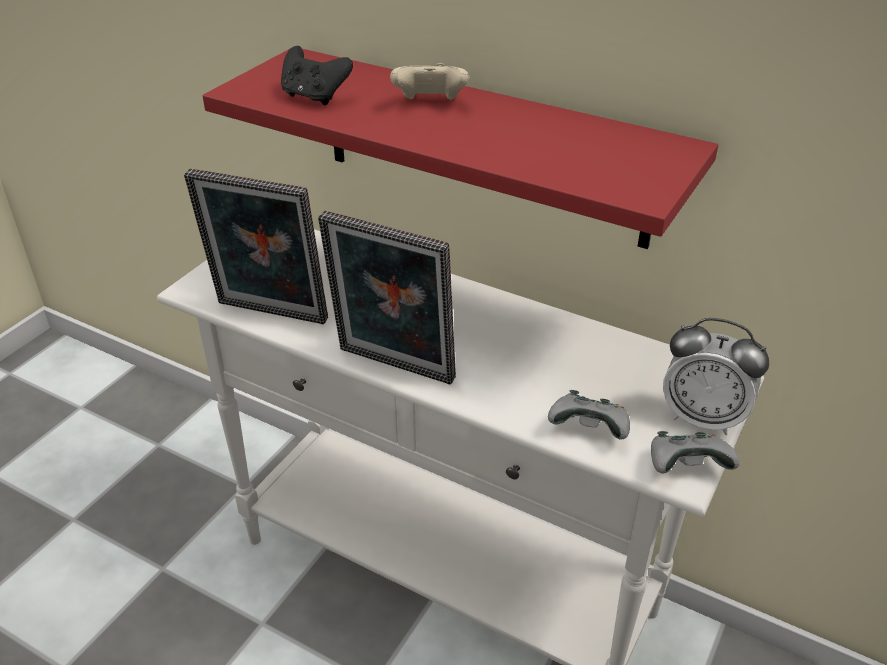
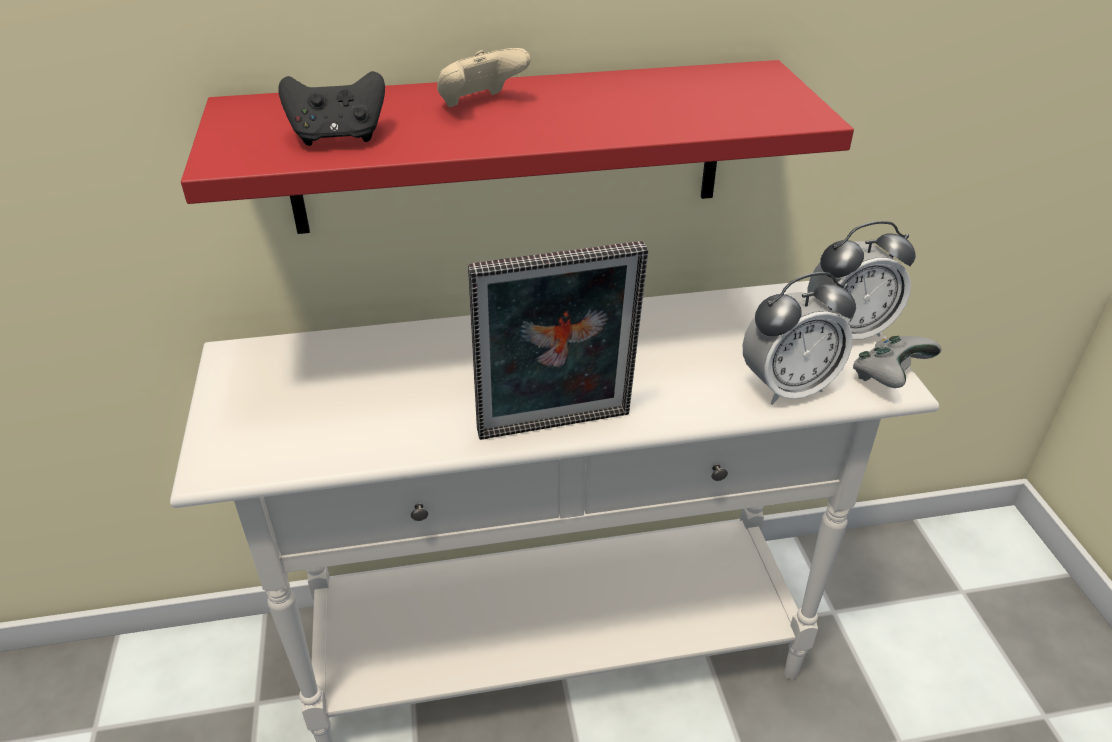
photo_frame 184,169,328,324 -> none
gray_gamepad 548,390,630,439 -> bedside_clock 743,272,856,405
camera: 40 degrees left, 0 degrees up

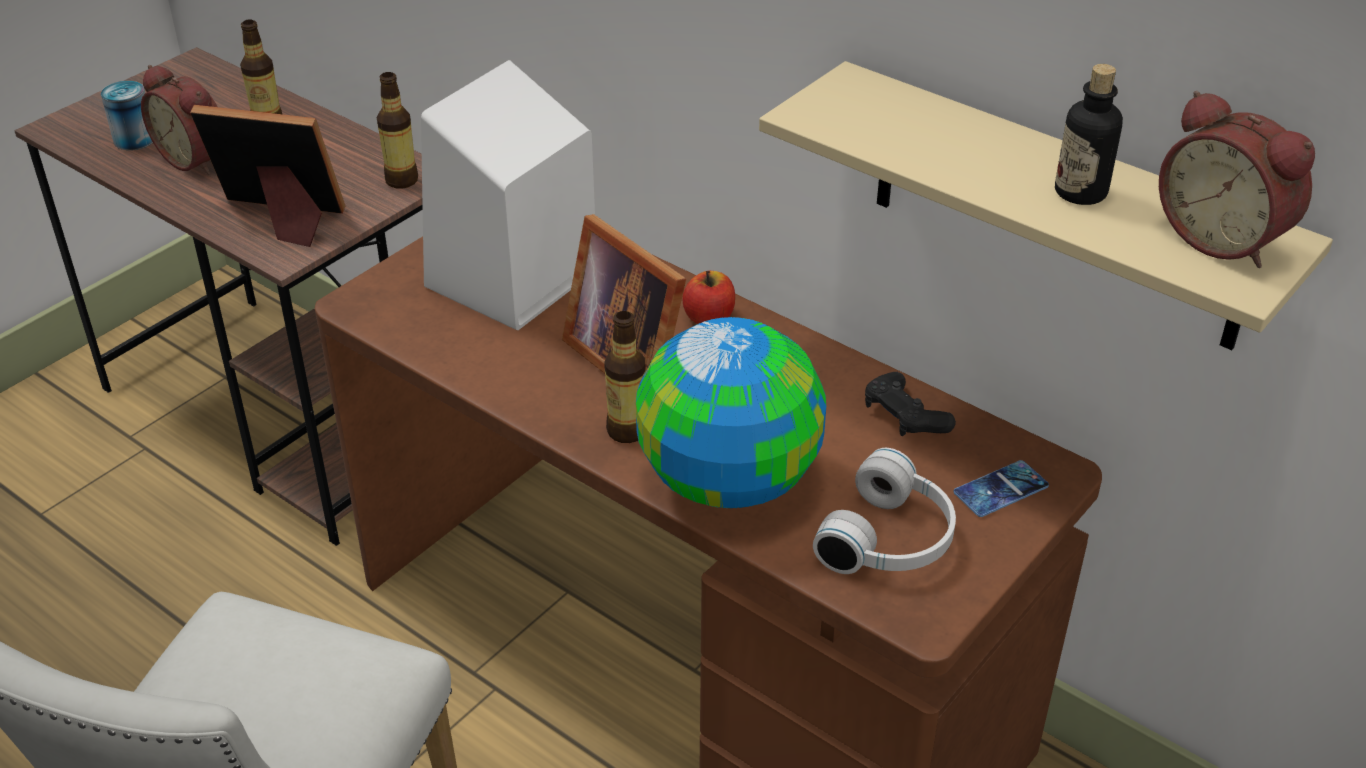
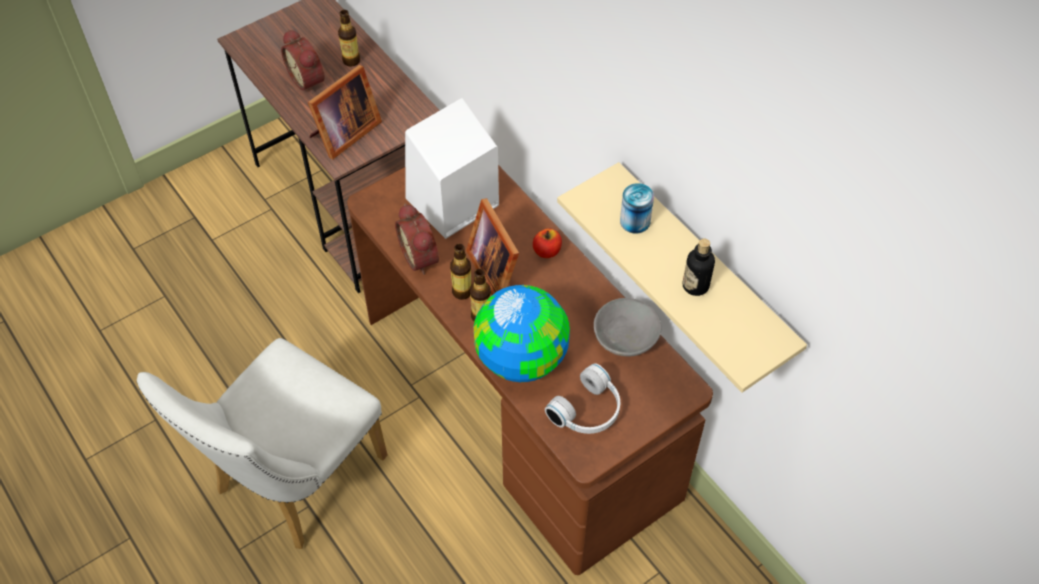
handset 954,460,1049,517 -> none
can 101,81,153,150 -> can 620,183,654,234, moved
beverage_bottle 377,72,418,189 -> beverage_bottle 450,244,472,300, moved
bedside_clock 1159,91,1315,268 -> bedside_clock 395,204,439,275, moved
blackish_gamepad 865,372,956,436 -> gray_serving_bowl 594,298,661,356
photo_frame 190,105,346,247 -> photo_frame 308,65,382,159, 105 degrees clockwise
camera: 15 degrees right, 15 degrees up

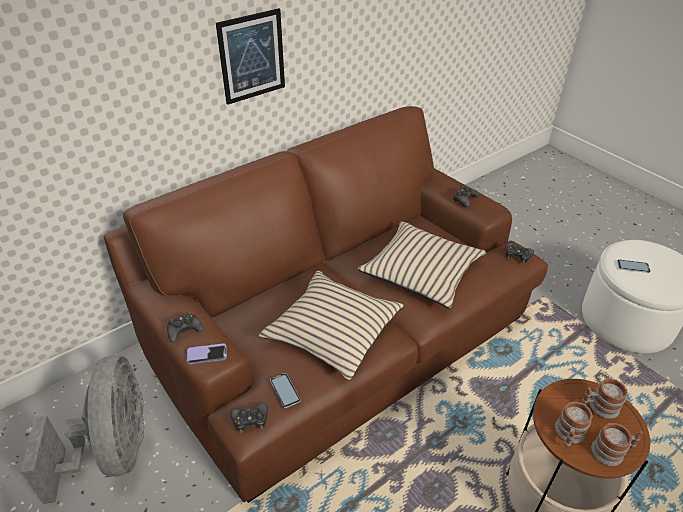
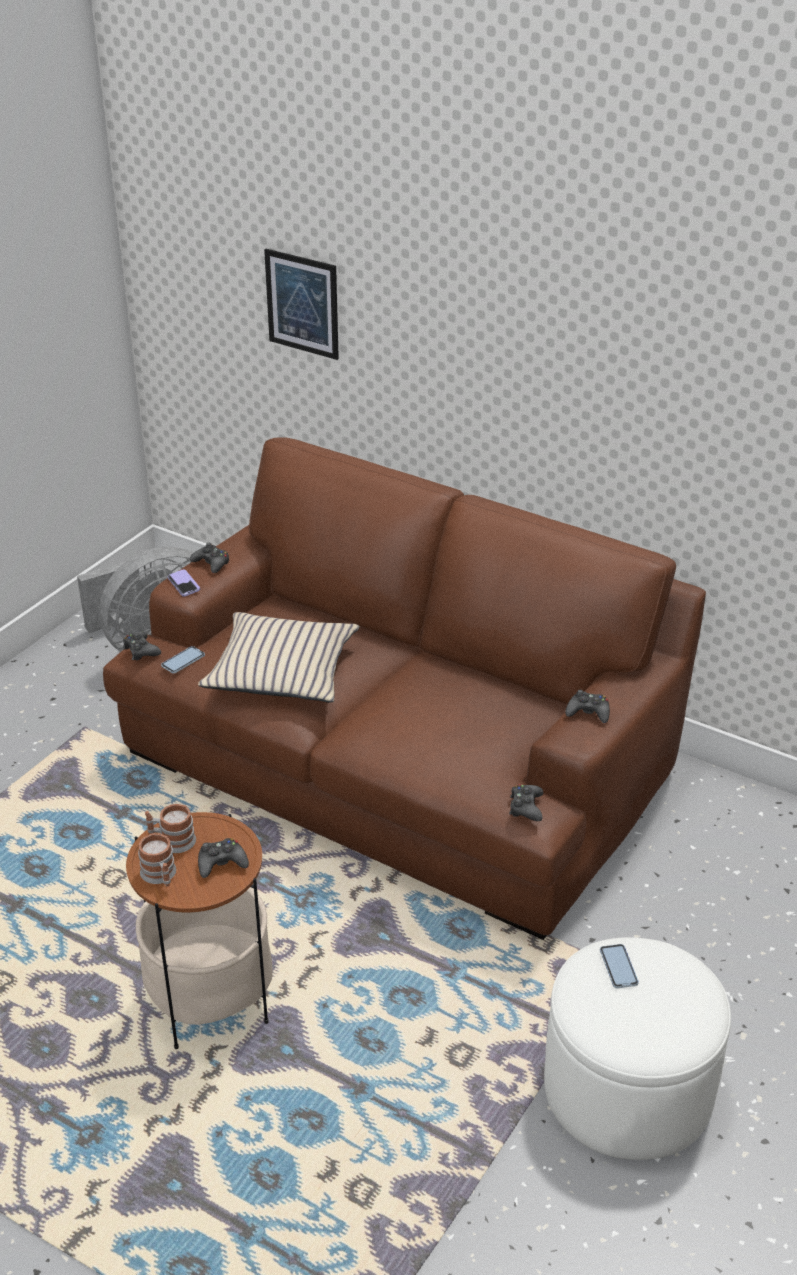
beige_throw_pillow 358,221,486,309 -> none
wall_art 216,8,285,105 -> wall_art 264,249,339,360, moved
tea_mug 582,378,628,419 -> blackish_gamepad 198,838,249,878
camera: 70 degrees right, 5 degrees down

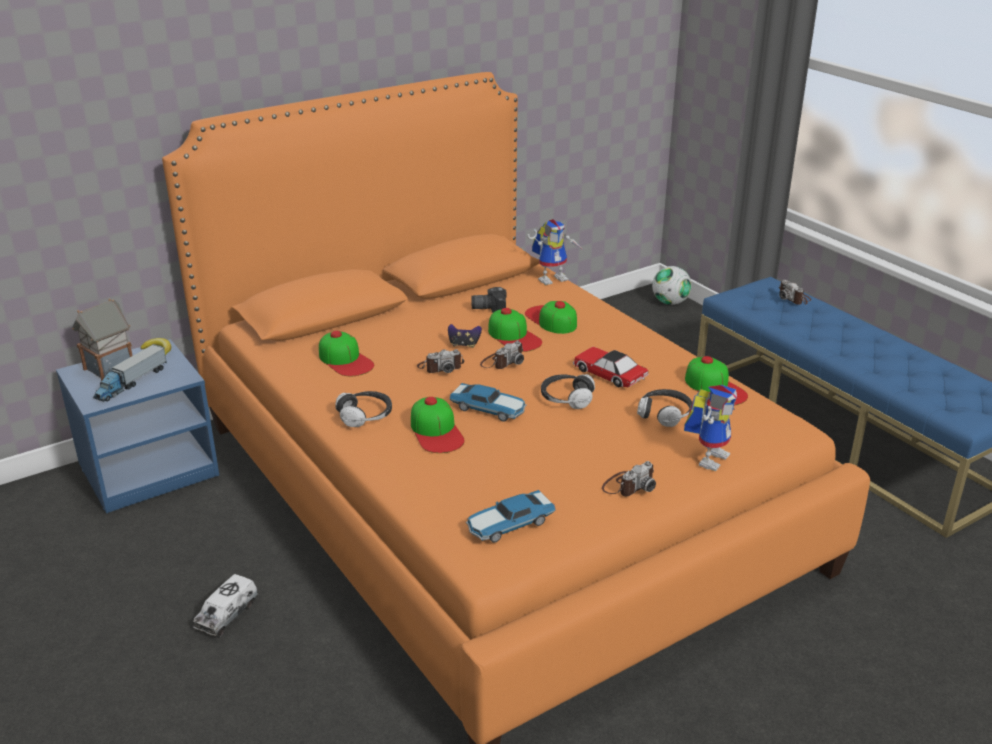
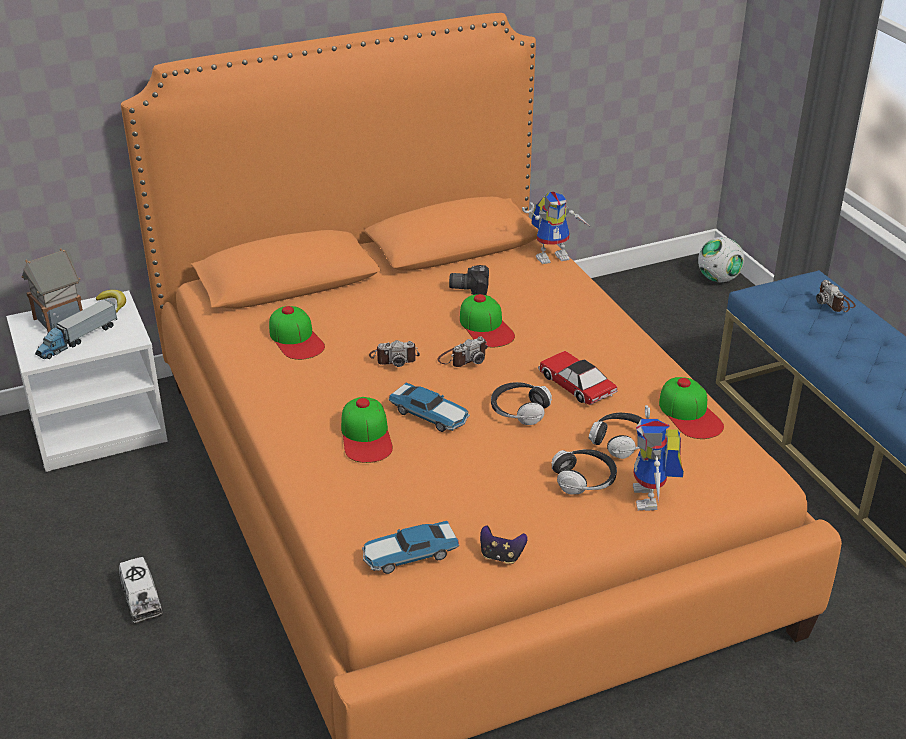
peaked_cap 525,301,577,334 -> none
photo_camera 602,461,656,496 -> none
headphones 335,391,392,427 -> headphones 551,449,617,494, moved
gamepad 448,324,482,348 -> gamepad 480,525,528,564, moved
bluish_night_table 56,339,219,514 -> whitish_night_table 6,291,168,472
model_truck 193,574,258,638 -> model_truck 119,557,163,624, 60 degrees counterclockwise
toy_robot 684,385,737,471 -> toy_robot 633,405,684,511, 135 degrees clockwise
camera: 10 degrees right, 5 degrees up

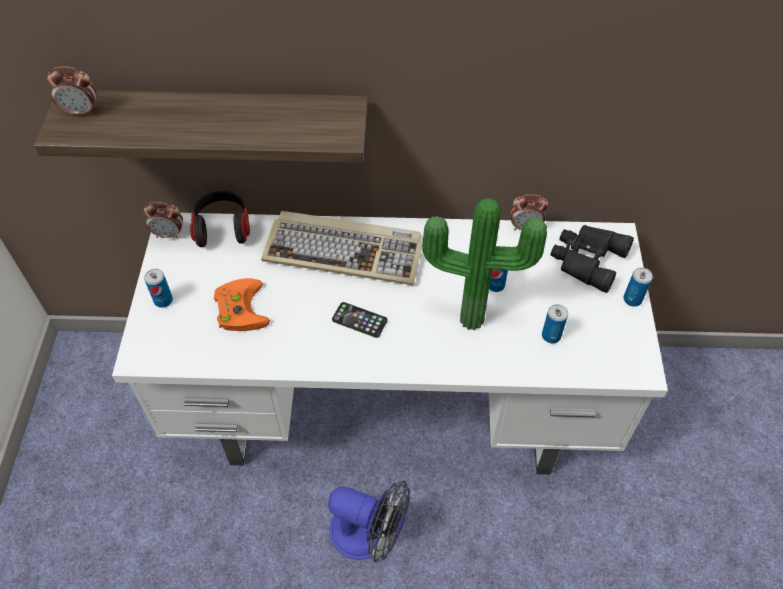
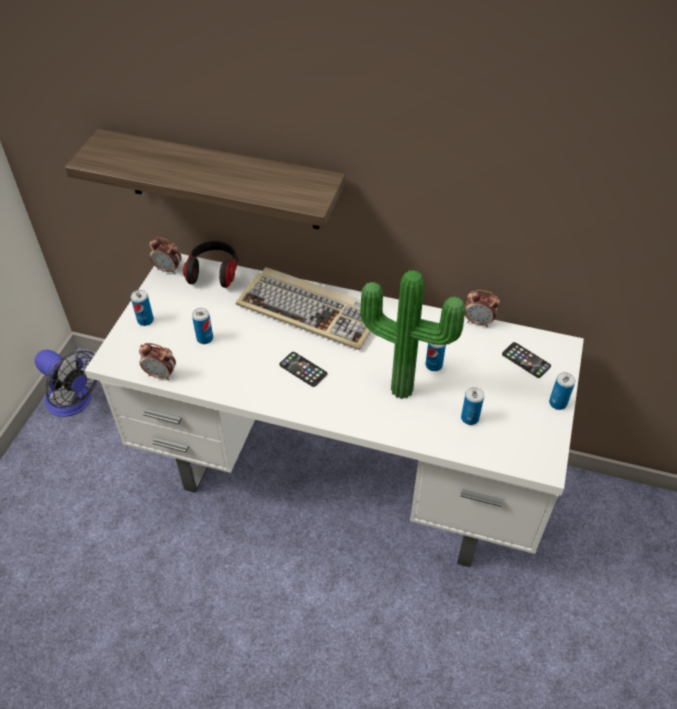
bedside_clock 47,66,96,116 -> bedside_clock 139,343,176,380, moved
electric_fan 328,480,410,562 -> electric_fan 35,349,98,417, moved
orange-coloured_gamepad 214,278,270,331 -> can 192,308,213,344
blackish_pair_of_binoculars 551,225,634,293 -> handset 502,342,551,378
camera: 15 degrees right, 5 degrees down

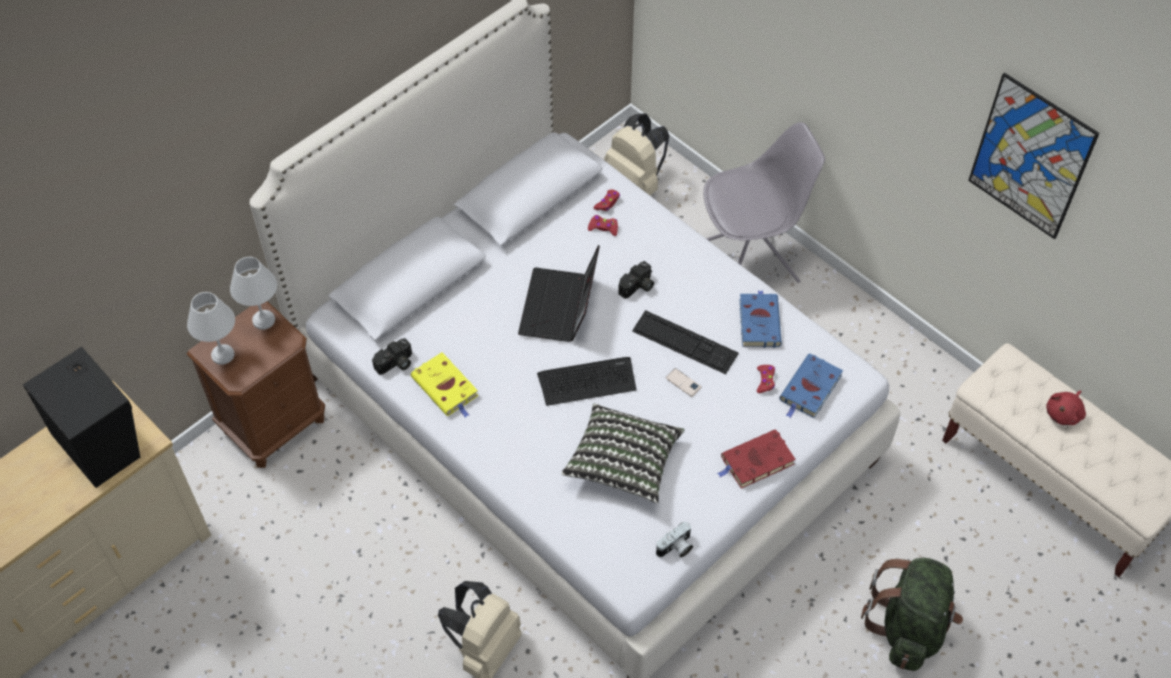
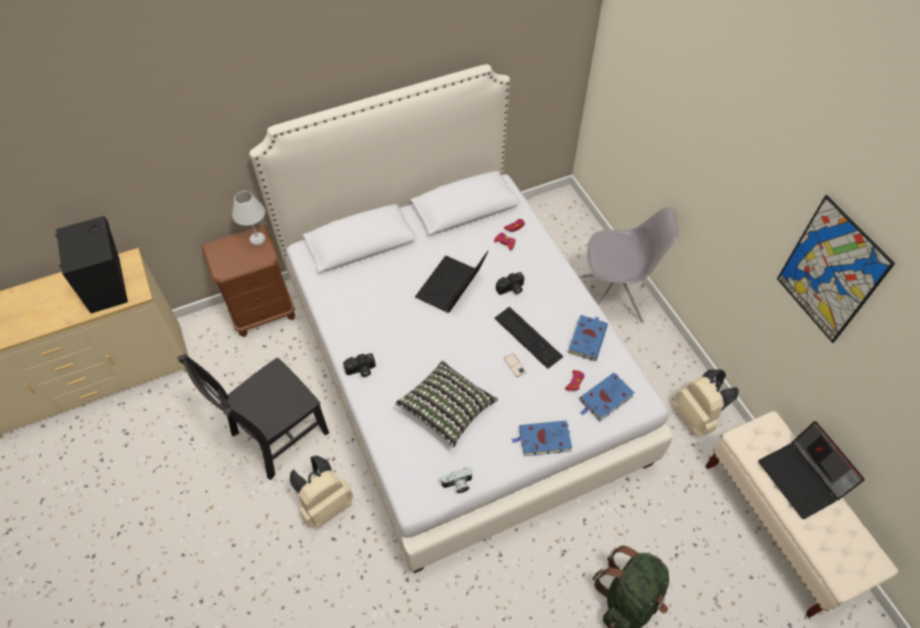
whitish_table_lamp 187,292,235,365 -> none
yellow-coloured_bound_book 411,352,478,418 -> none
computer_keyboard 537,357,637,406 -> none
none -> blackish_plain_chair 177,354,329,480
photo_camera 372,338,412,375 -> photo_camera 343,353,376,377, moved
beige_backpack 604,113,669,195 -> beige_backpack 673,369,739,436, moved
reddish_soft_toy 1046,391,1086,425 -> laptop 758,421,865,519
reddish_bound_book 717,429,796,488 -> bluish_bound_book 512,421,572,456
camera: 20 degrees right, 0 degrees up

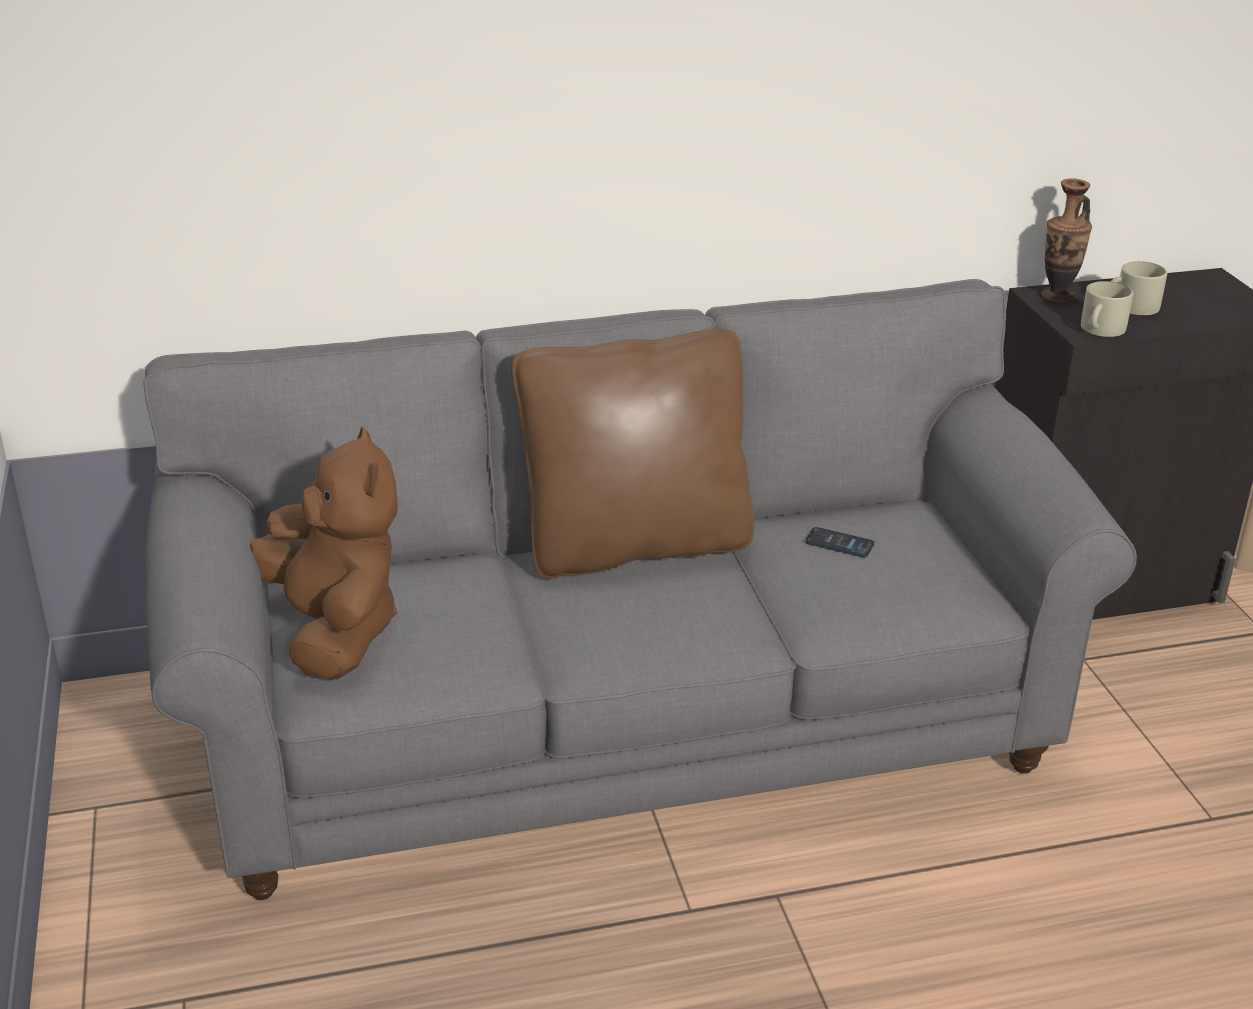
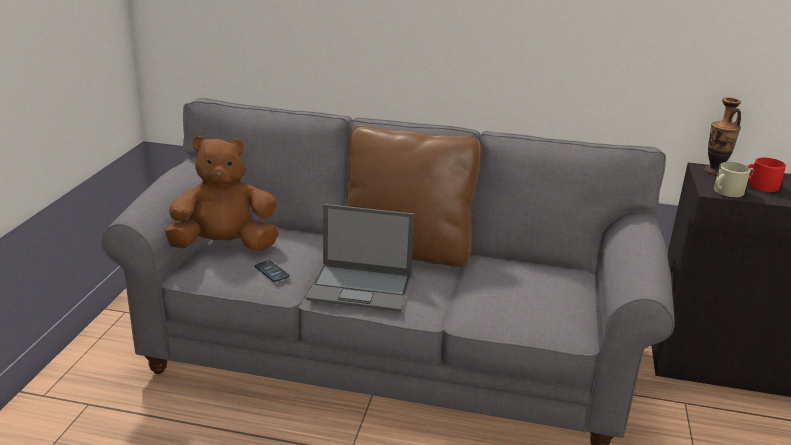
none -> laptop 306,204,415,312
handset 805,527,874,557 -> handset 255,260,290,282, moved
beige_tea_mug 1110,261,1167,315 -> reddish_tea_mug 747,158,786,192
brown-coloured_soft_toy 250,427,398,679 -> brown-coloured_soft_toy 165,136,279,251, 105 degrees counterclockwise
camera: 25 degrees right, 5 degrees down

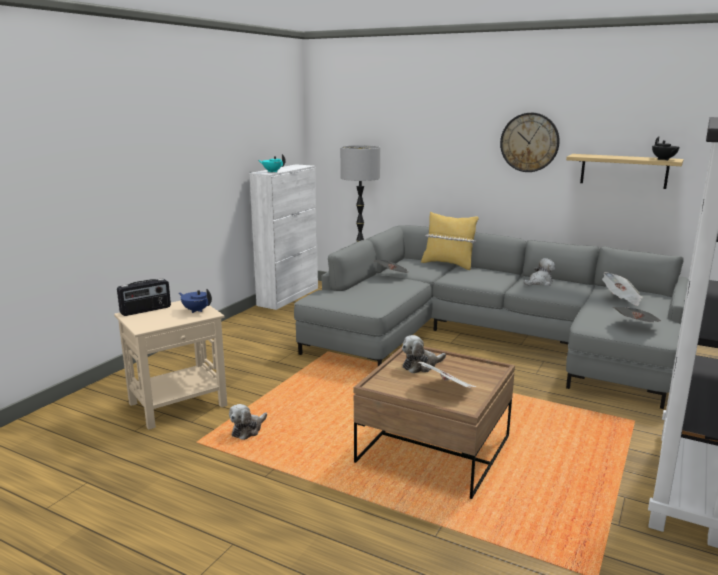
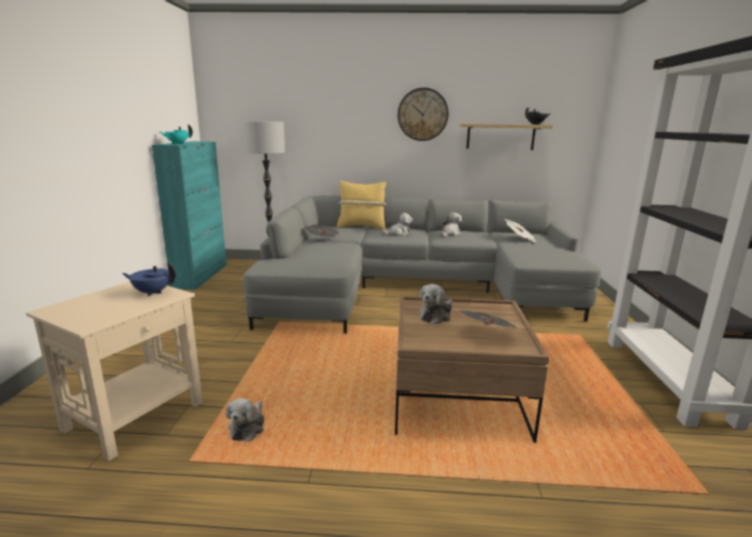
radio_set 117,279,171,316 -> none
printed_paper 613,307,661,322 -> none
none -> soft_toy 381,213,413,236
whitish_cabinet 249,164,318,310 -> blue-green_cabinet 152,141,226,290
camera: 25 degrees left, 0 degrees up

